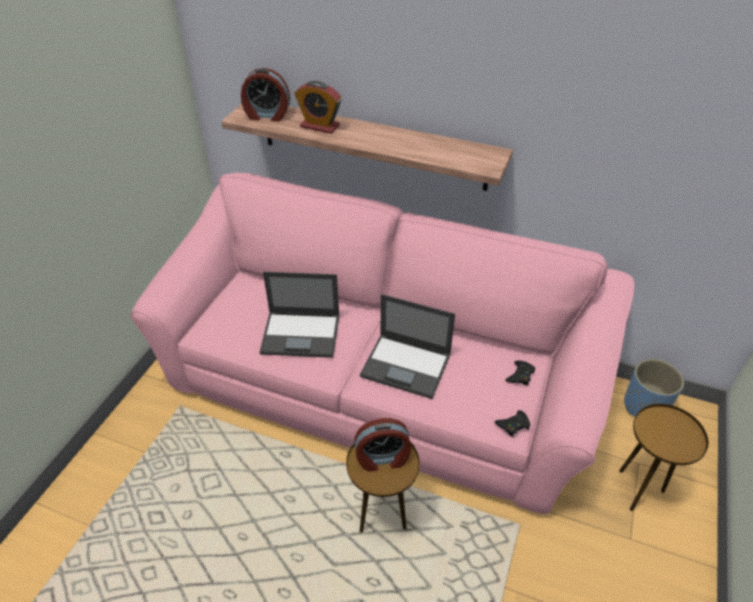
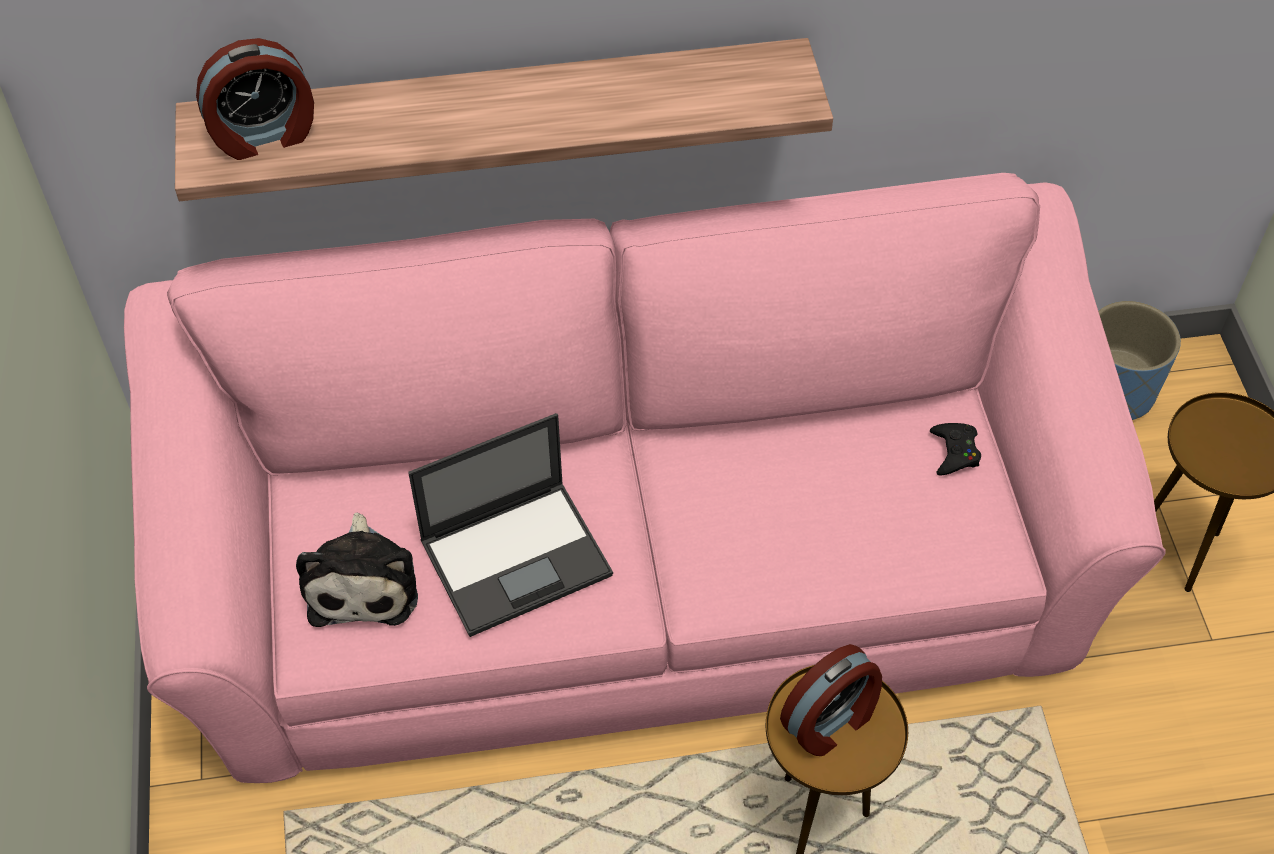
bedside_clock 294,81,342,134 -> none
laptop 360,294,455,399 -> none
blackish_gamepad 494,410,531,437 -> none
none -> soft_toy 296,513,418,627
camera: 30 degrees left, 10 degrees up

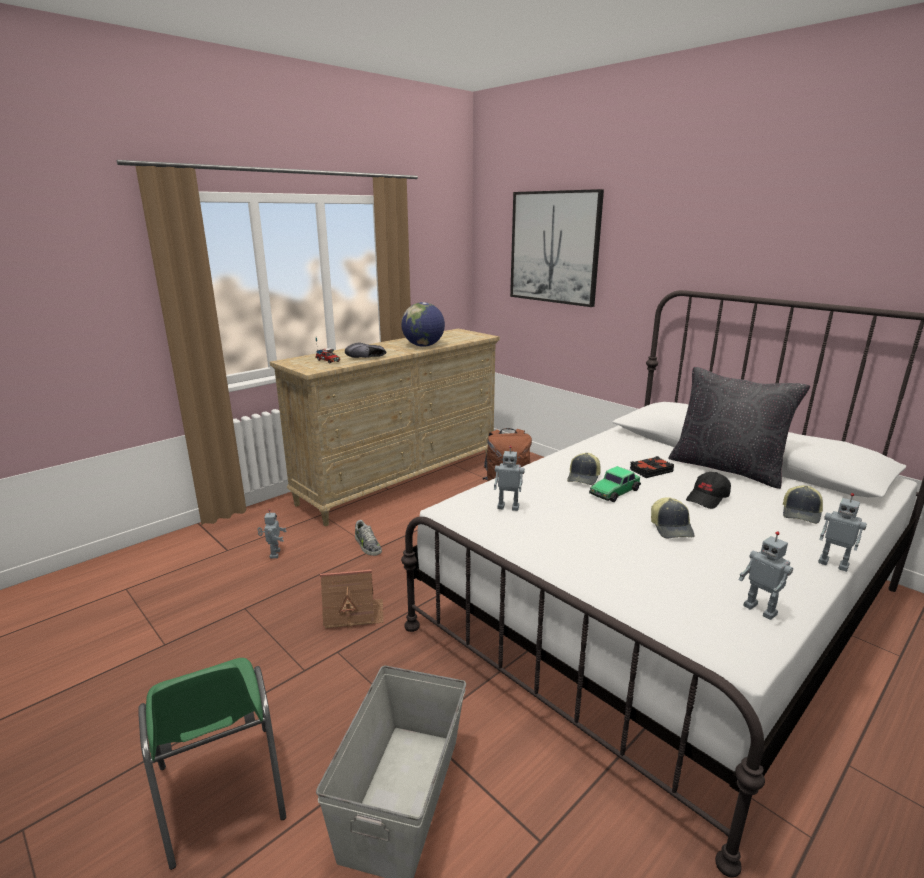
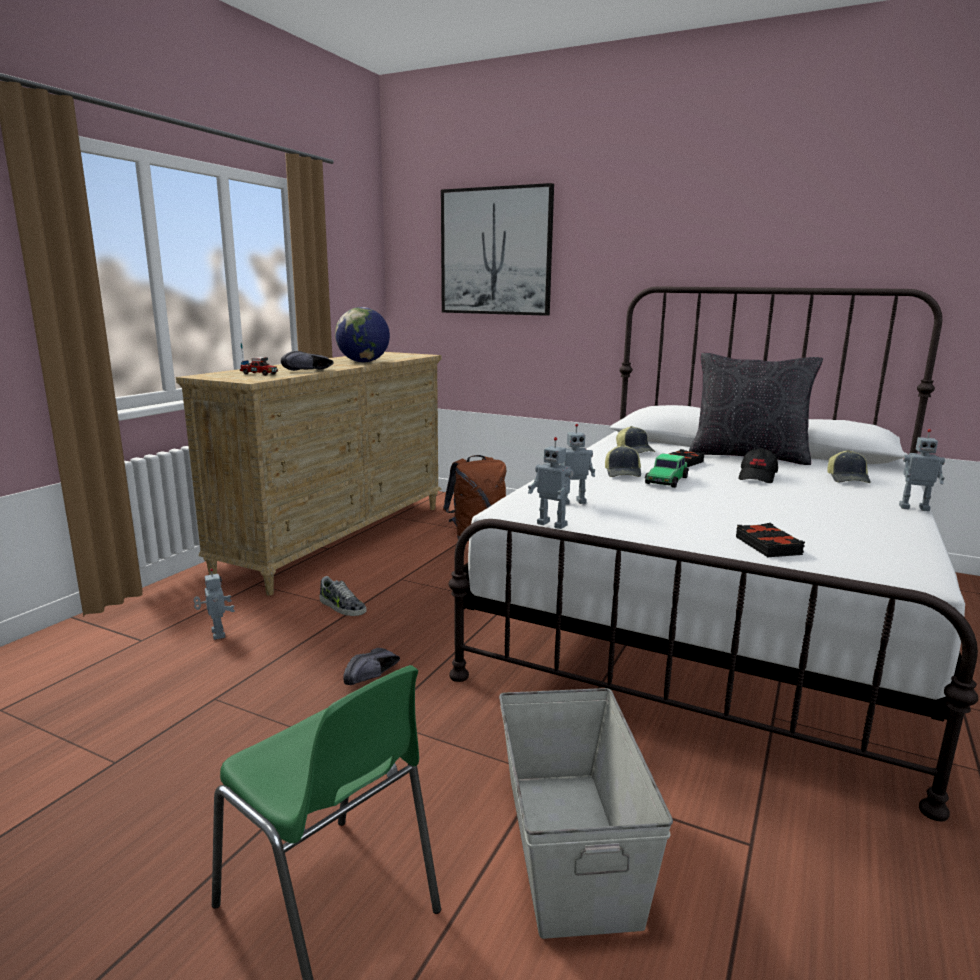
none -> blackish_bound_book 736,523,805,557
peaked_cap 651,497,694,538 -> peaked_cap 616,426,655,454, moved
toy_robot 739,531,793,620 -> toy_robot 528,437,574,529, moved
model_house 320,569,384,630 -> blackish_item_of_footwear 343,648,400,685
camera: 20 degrees left, 5 degrees down

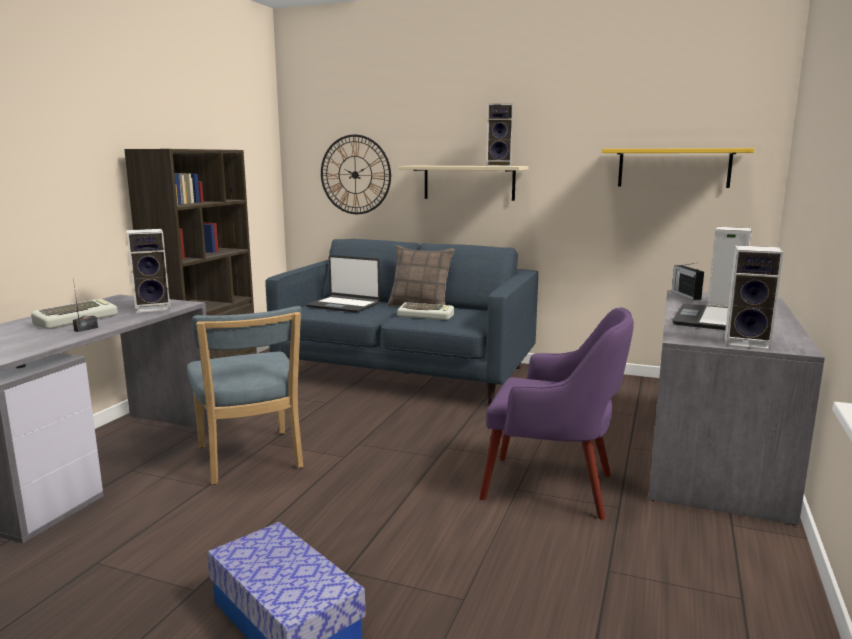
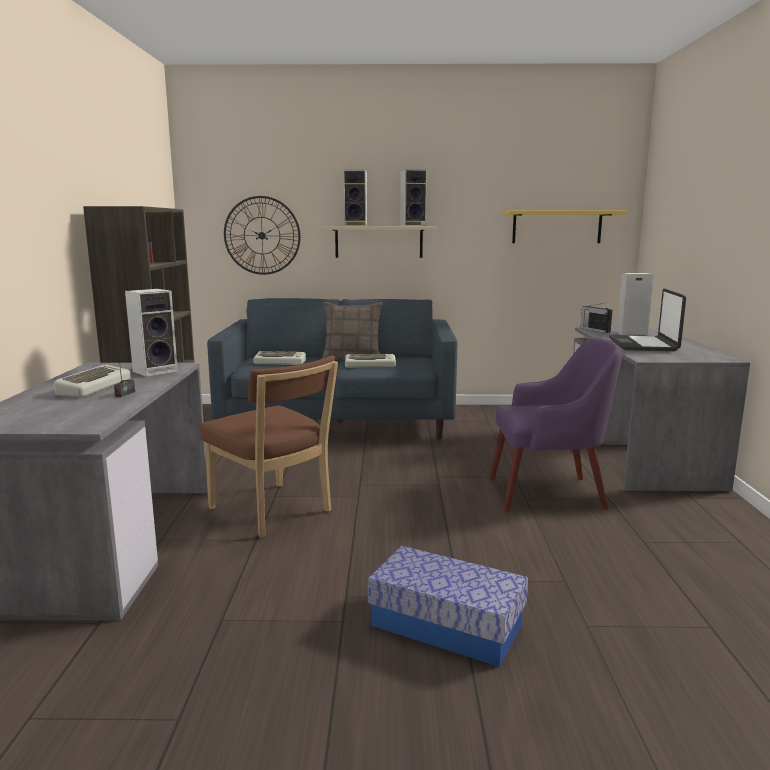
audio_speaker 725,245,783,350 -> audio_speaker 343,170,367,226, moved
laptop 306,255,381,313 -> computer_keyboard 253,351,306,365
bluish_plain_chair 187,306,303,485 -> brown-coloured_plain_chair 200,355,338,538
camera: 20 degrees left, 0 degrees up

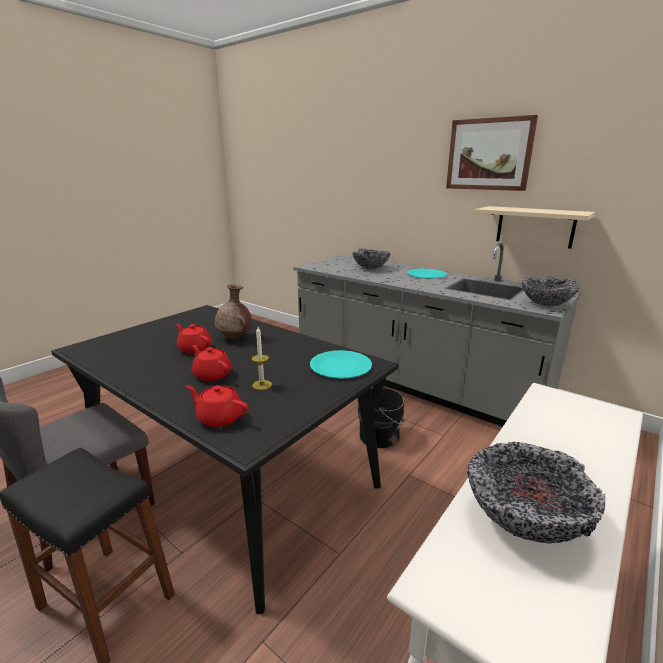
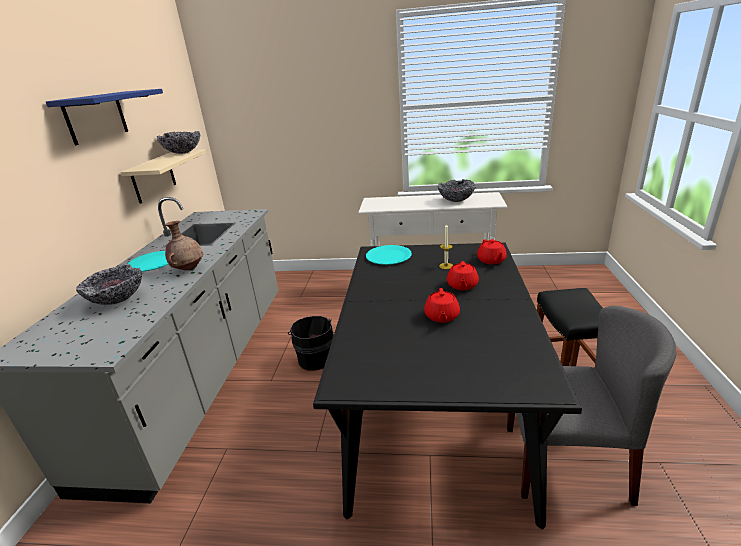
brown-coloured_vase 215,285,252,339 -> brown-coloured_vase 165,221,203,270, moved
serving_bowl 522,276,579,306 -> serving_bowl 157,131,200,154, moved
wall_art 446,115,538,191 -> bluish_wall_shelf 46,89,163,145
camera: 120 degrees left, 5 degrees up

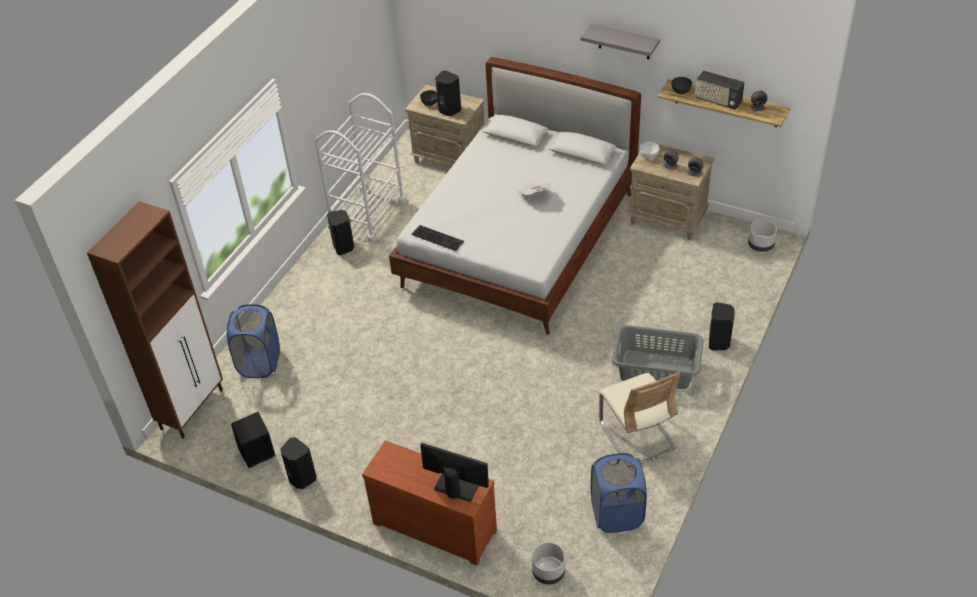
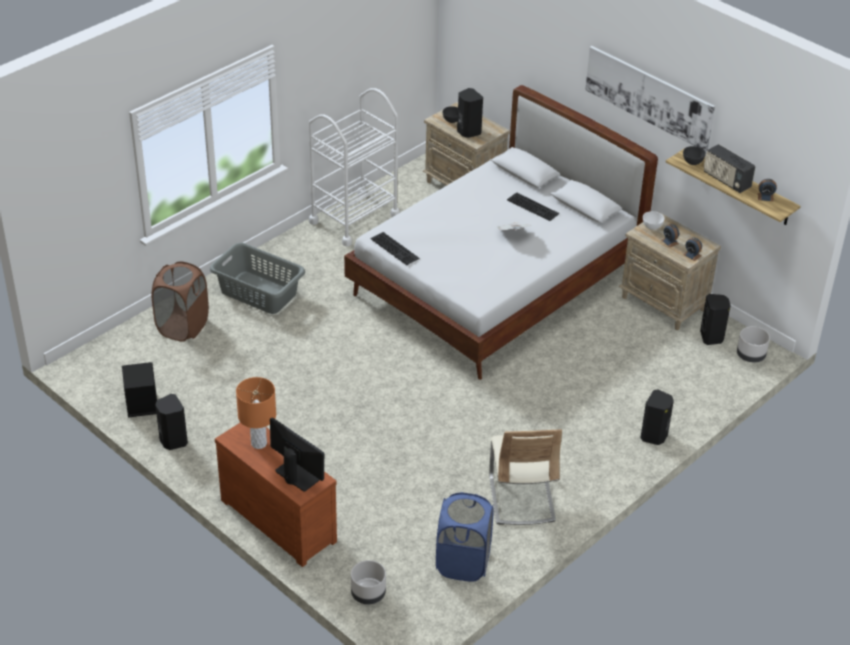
brown-coloured_cabinet 87,201,223,439 -> none
none -> orange-coloured_table_lamp 236,377,276,449
none -> computer_keyboard 507,192,560,221
blackish_audio_speaker 327,210,354,255 -> blackish_audio_speaker 700,294,731,345, moved
gray_washing_basket 612,325,703,389 -> gray_washing_basket 210,243,305,314, moved
gray_wall_shelf 580,24,660,59 -> wall_art 585,46,715,152
bluish_washing_basket 227,304,280,378 -> brown-coloured_washing_basket 151,261,209,342
camera: 15 degrees right, 5 degrees down

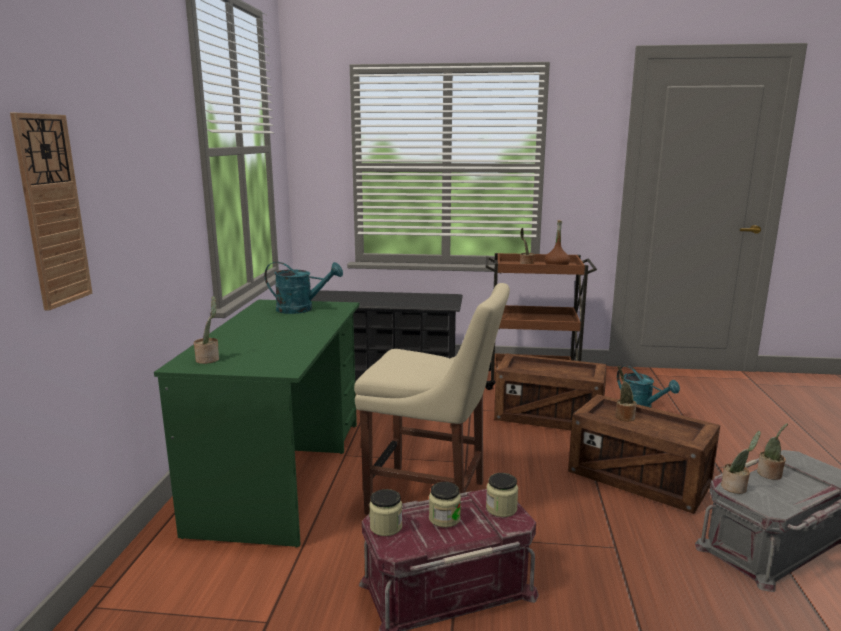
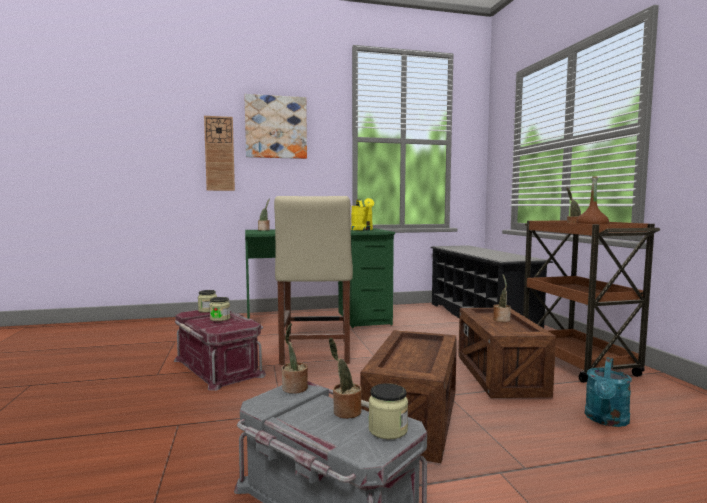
none -> wall_art 244,94,307,159
storage_jar 486,473,518,517 -> storage_jar 369,383,408,439, moved
plant_in_a_pot 616,366,637,422 -> plant_in_a_pot 493,274,511,322, moved
blue-green_watering_can 265,262,343,314 -> yellow-coloured_watering_can 351,198,374,230
camera: 70 degrees right, 10 degrees down

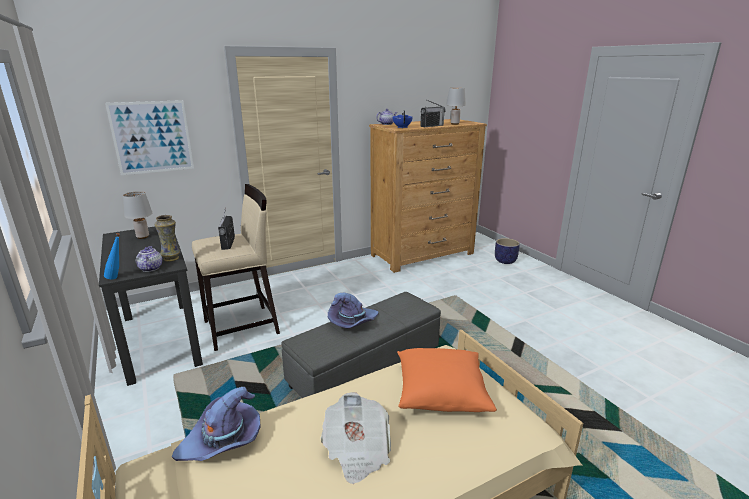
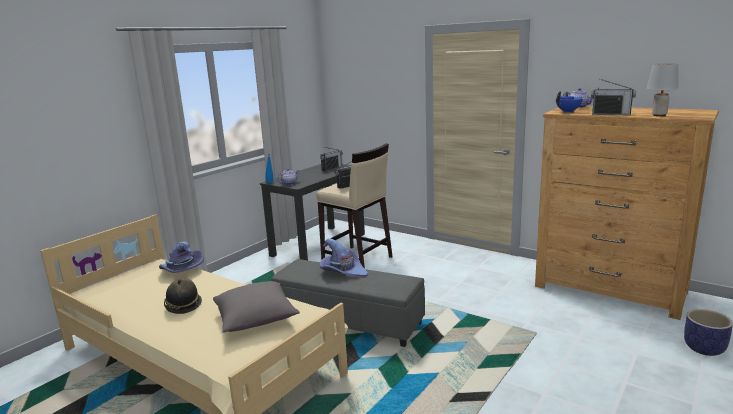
wall_art 105,100,194,175 -> none
vase 155,215,180,262 -> none
gray_table_lamp 123,191,153,239 -> radio_set 320,147,343,172
printed_paper 321,392,391,484 -> hat 164,278,202,314
orange-coloured_throw_pillow 397,348,497,412 -> gray_throw_pillow 213,281,300,333
camera: 65 degrees right, 5 degrees down

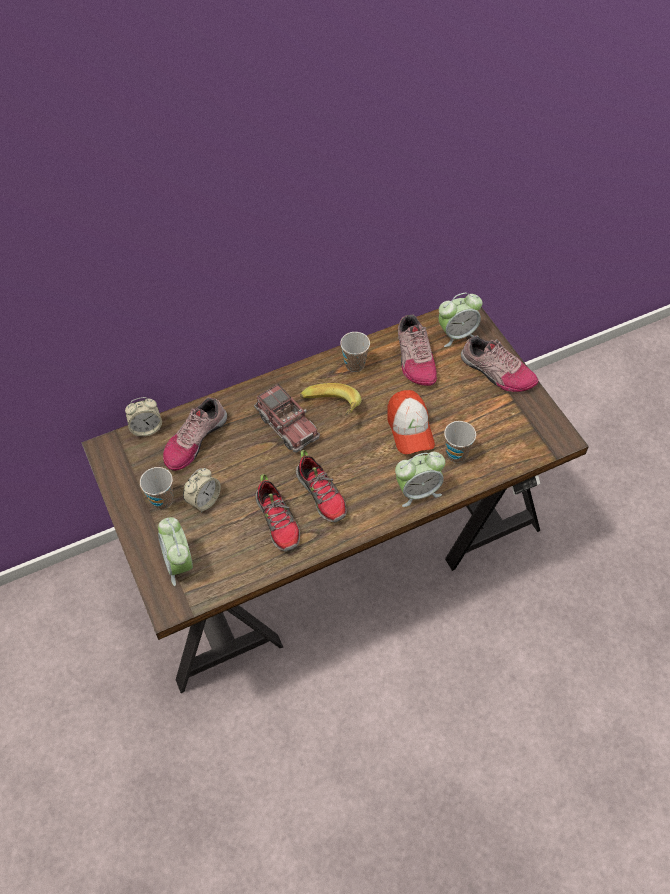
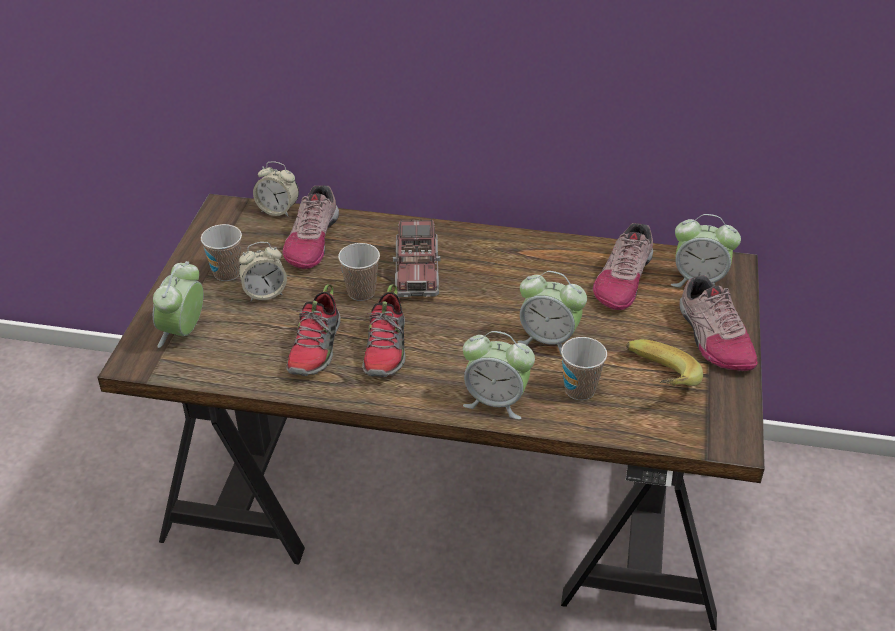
banana_fruit 300,383,362,416 -> banana_fruit 626,339,703,386, moved
drinking_cup 340,332,370,372 -> drinking_cup 338,243,380,301, moved
peaked_cap 387,390,435,455 -> bedside_clock 517,271,587,355
item_of_footwear 163,397,227,471 -> item_of_footwear 282,185,339,269, 60 degrees counterclockwise
camera: 35 degrees right, 15 degrees down

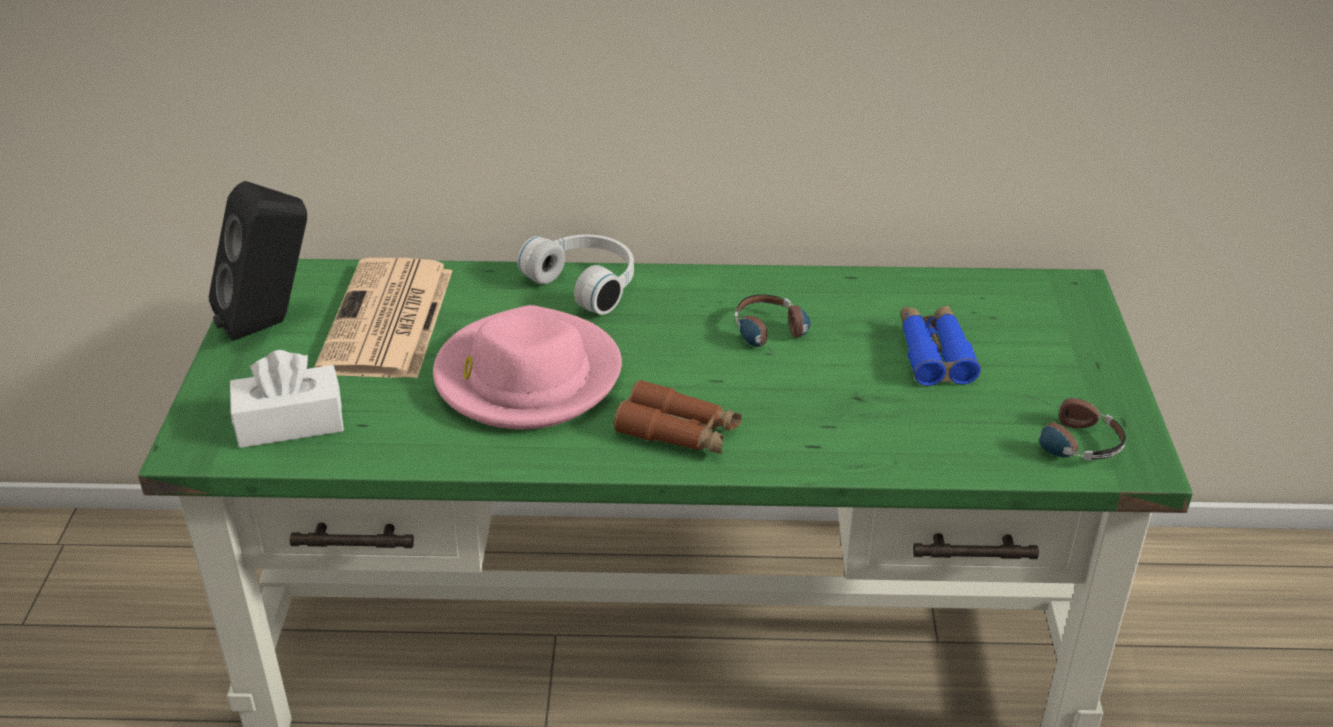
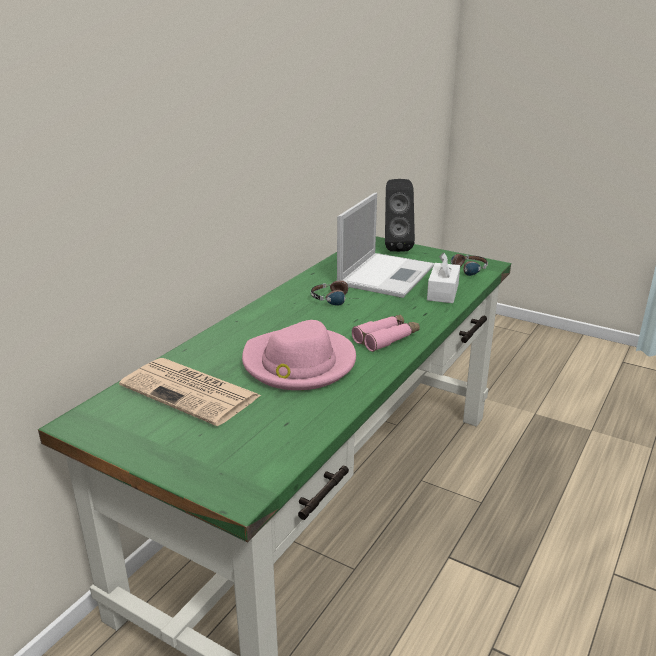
whitish_headphones 517,235,634,315 -> none
blackish_audio_speaker 209,181,307,341 -> blackish_audio_speaker 385,179,415,252, moved
whitish_tissue_holder 230,350,344,448 -> whitish_tissue_holder 427,253,460,303, moved
bluish_pair_of_binoculars 901,305,981,386 -> laptop 337,192,434,298
brown-coloured_pair_of_binoculars 614,380,742,454 -> pinkish_pair_of_binoculars 352,315,420,352
camera: 60 degrees left, 10 degrees down

